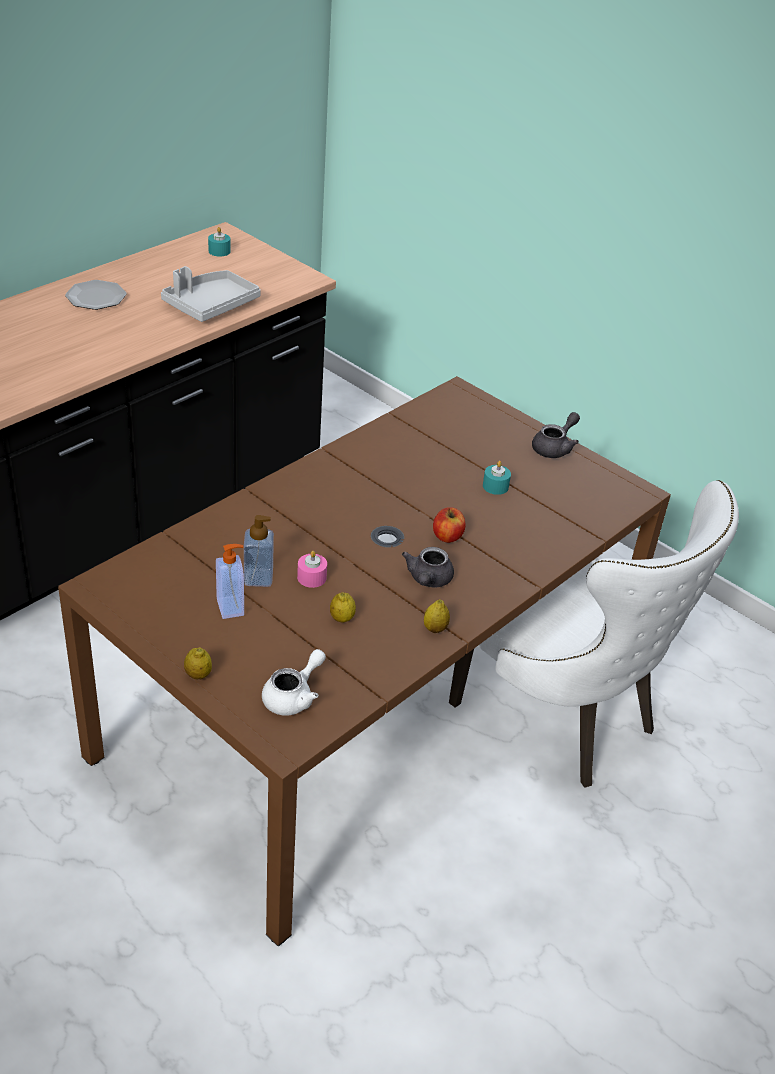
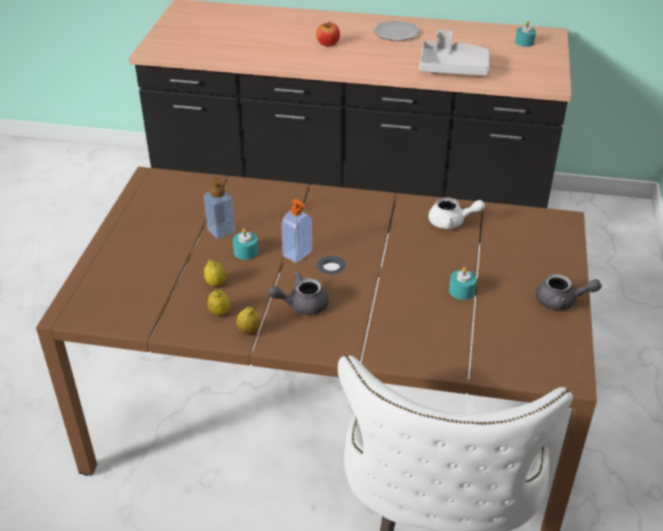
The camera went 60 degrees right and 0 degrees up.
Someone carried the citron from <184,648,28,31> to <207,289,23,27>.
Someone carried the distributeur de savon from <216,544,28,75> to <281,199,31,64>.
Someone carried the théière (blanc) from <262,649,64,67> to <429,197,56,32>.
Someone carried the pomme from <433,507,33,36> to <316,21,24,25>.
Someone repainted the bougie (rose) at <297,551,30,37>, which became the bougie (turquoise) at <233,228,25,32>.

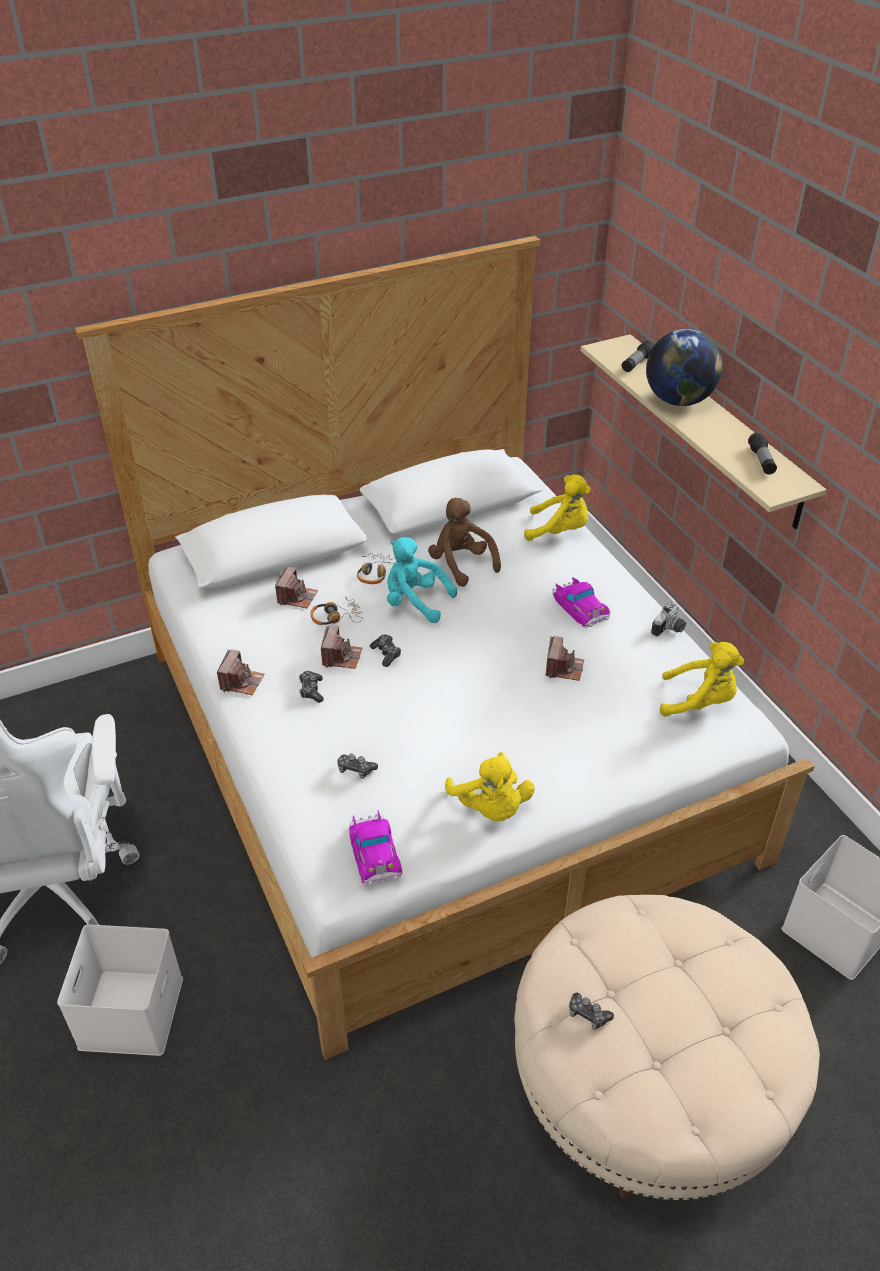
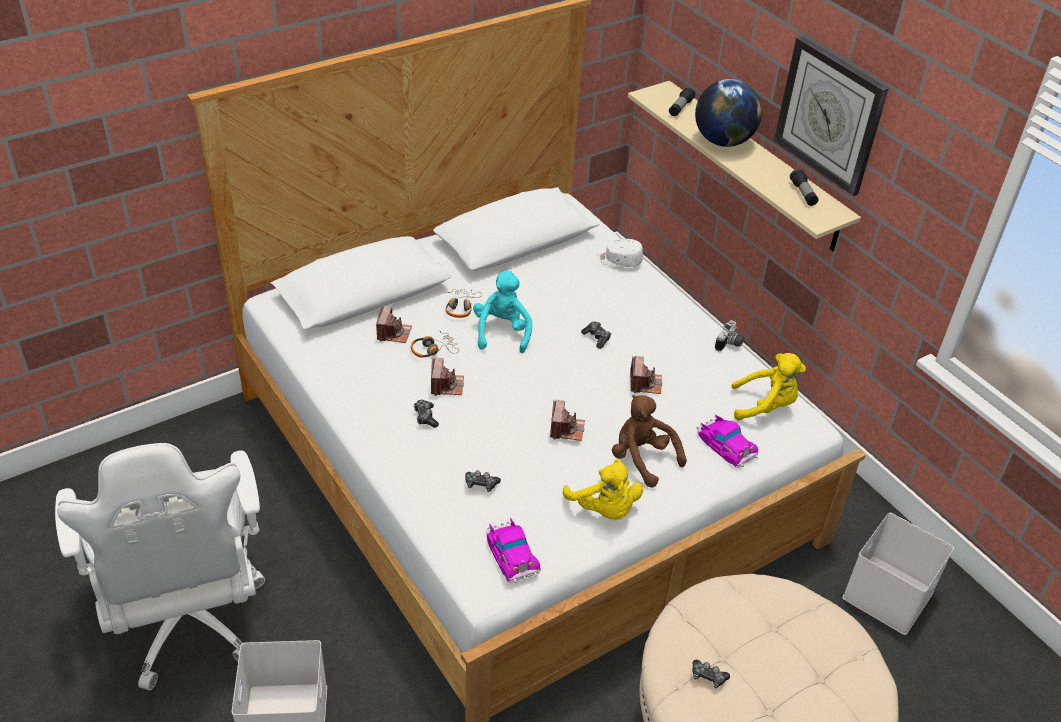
The camera went 10 degrees left and 0 degrees up.
Someone put up the horloge murale at <774,36,114,160>.
Someone carried the appareil photo from <217,649,47,46> to <550,400,35,41>.
Someone carried the manette from <370,635,31,32> to <581,322,30,27>.
Someone carried the peluche (marron) from <428,498,73,89> to <612,395,75,93>.
Someone carried the petite voiture from <552,577,58,51> to <697,415,61,53>.
Someone swapped the peluche (jaune) at <524,474,67,67> for the casquette (blanc) at <597,239,46,28>.
Someone rotated the peluche (turquoise) at <387,537,70,86> by 75 degrees clockwise.

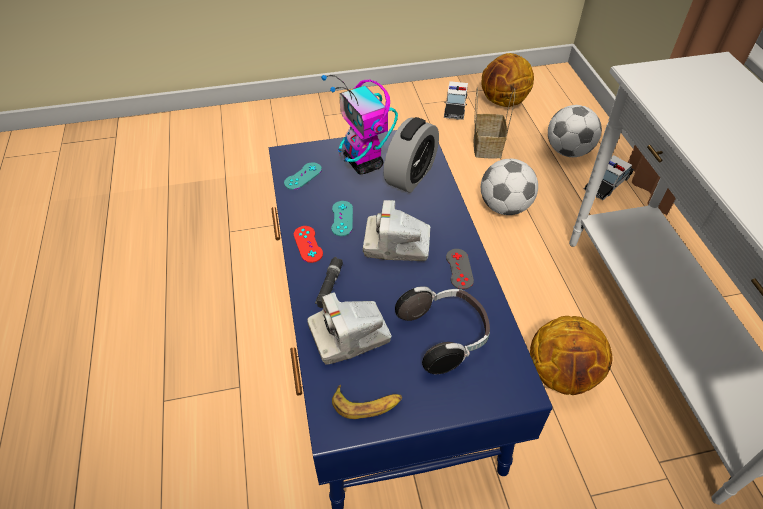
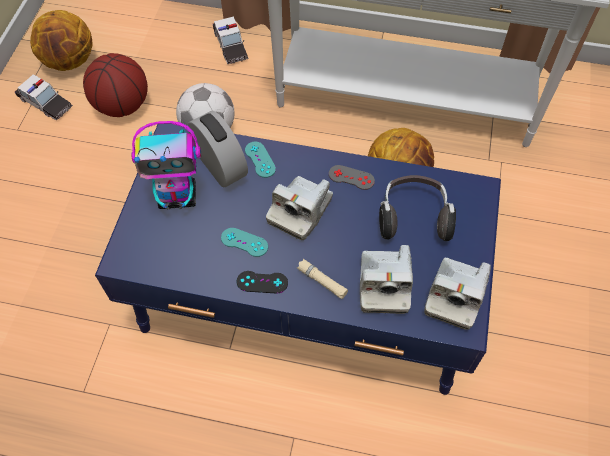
The camera went 65 degrees left and 10 degrees up.
Someone took away the ballon de foot at <548,105,54,52>.
Someone carried the manette (turquoise) from <284,162,38,28> to <245,142,31,36>.
Someone swapped the banane at <332,385,70,34> for the appareil photo at <424,258,67,72>.
Someone swapped the panier at <473,87,42,71> for the ballon de basket at <83,53,65,64>.
Someone repainted the manette (rouge) at <294,226,29,37>, which became the manette (noir) at <237,271,51,23>.
Someone repainted the lampe de poche (noir) at <315,257,28,51>, which became the lampe de poche (beige) at <297,259,51,40>.

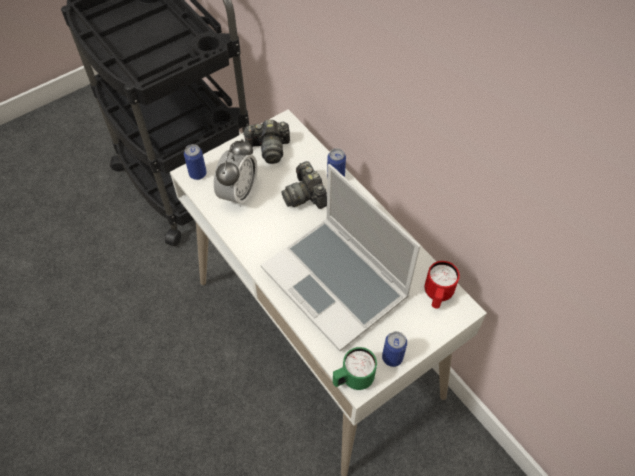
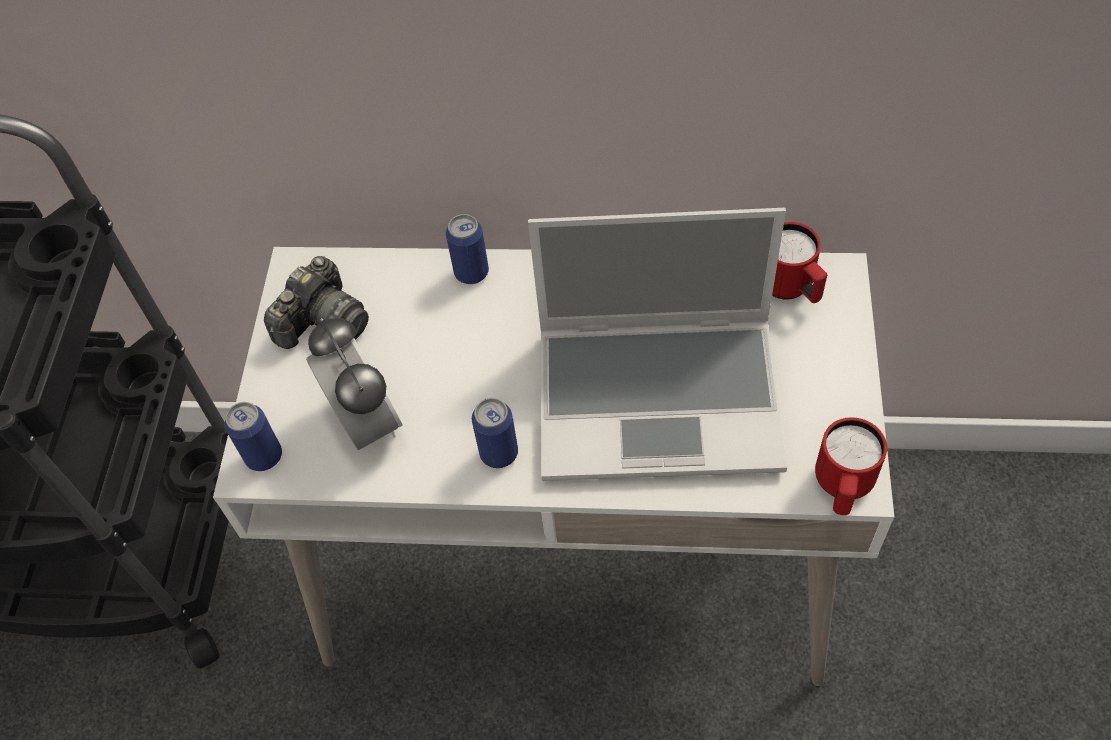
The camera went 45 degrees left and 0 degrees up.
Someone took away the appareil photo at <281,161,46,48>.
Someone carried the boîte métallique from <382,331,25,36> to <472,398,46,70>.
Someone repainted the mug (vert) at <333,347,44,43>, which became the mug (rouge) at <815,417,72,98>.

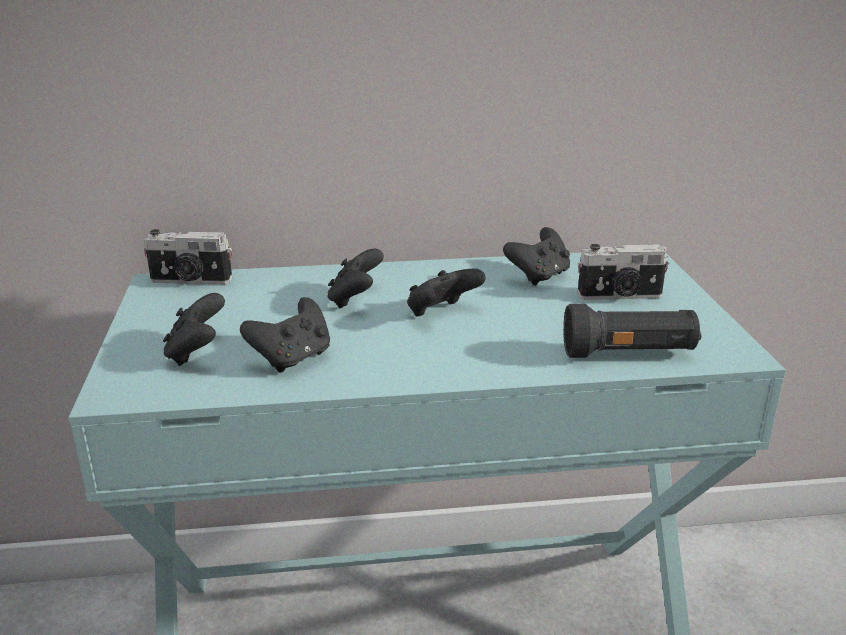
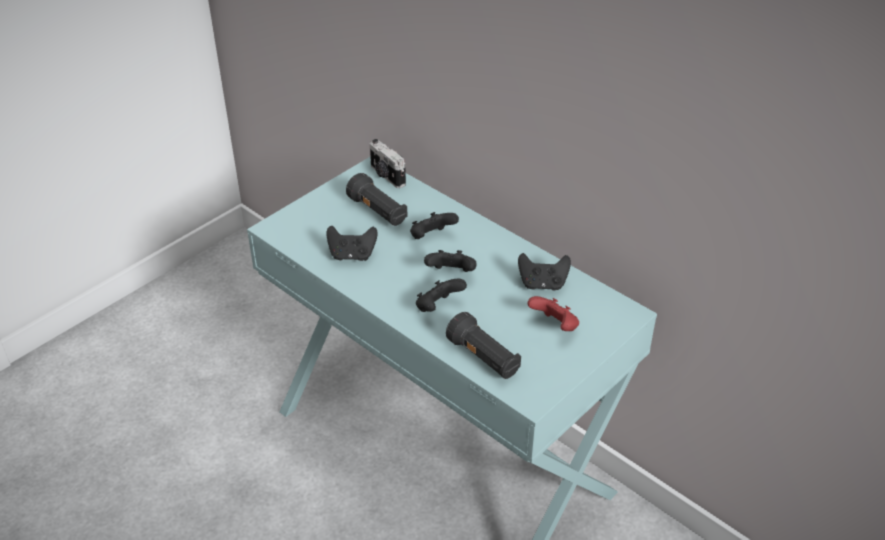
The camera went 50 degrees right and 15 degrees up.
Someone put down the lampe de poche (noir) at <346,173,61,53>.
Someone carried the manette (noir) from <163,293,62,73> to <416,278,51,34>.
Someone swapped the appareil photo at <578,244,91,56> for the manette (rouge) at <527,296,52,35>.

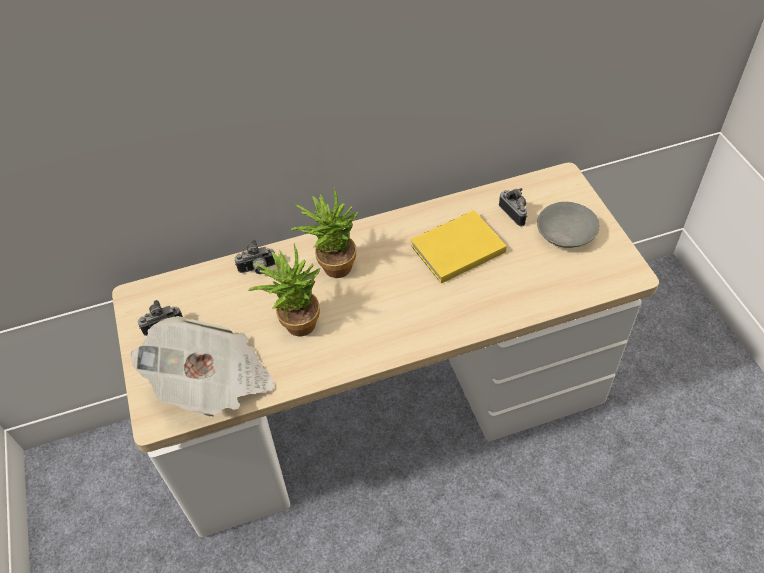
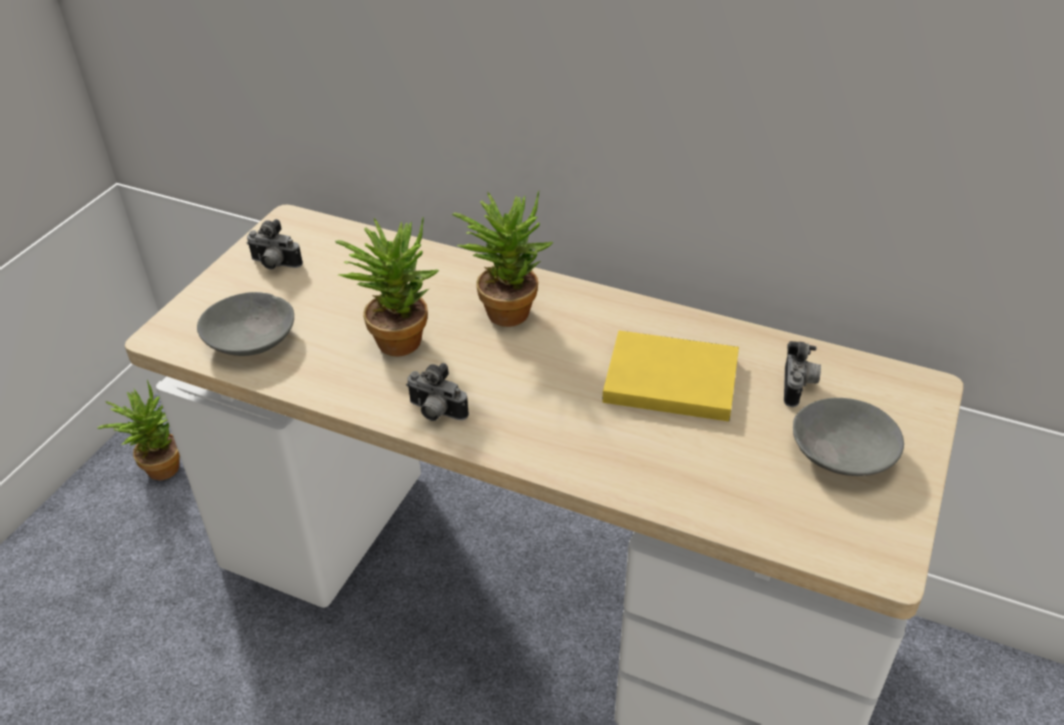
The camera went 40 degrees right and 10 degrees down.
Someone put down the plante en pot at <98,380,82,100>.
Someone carried the appareil photo from <235,240,40,34> to <406,363,63,58>.
Someone swapped the journal at <131,316,144,101> for the bol (gris) at <197,292,97,64>.

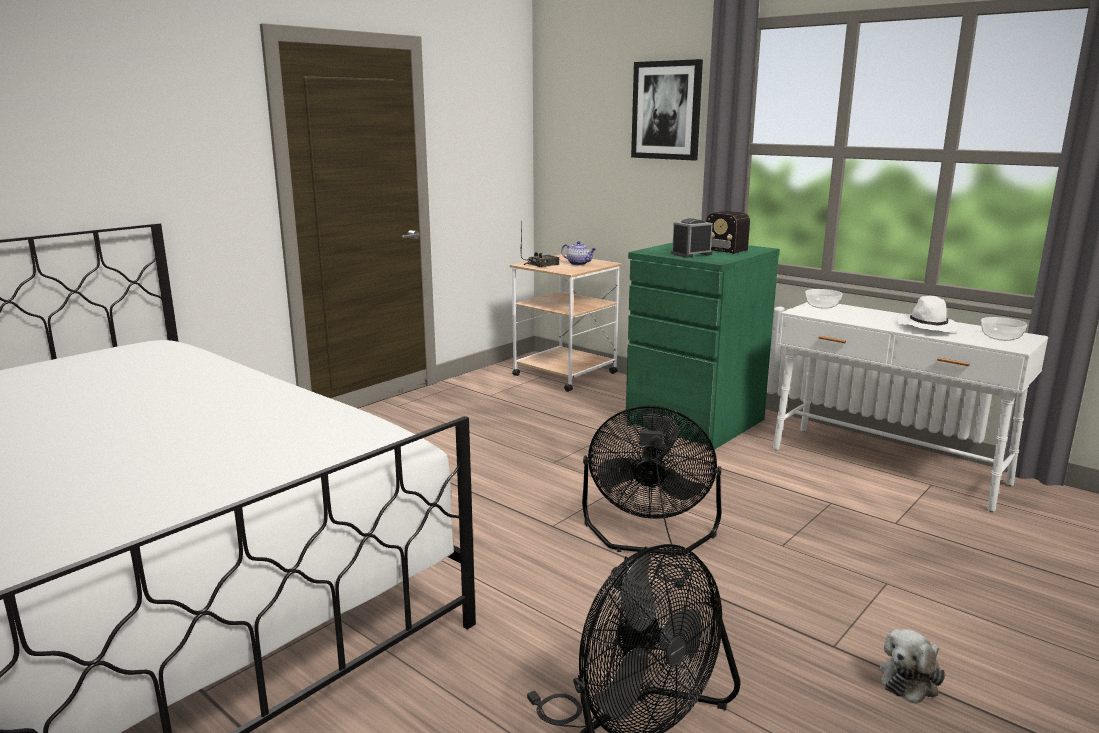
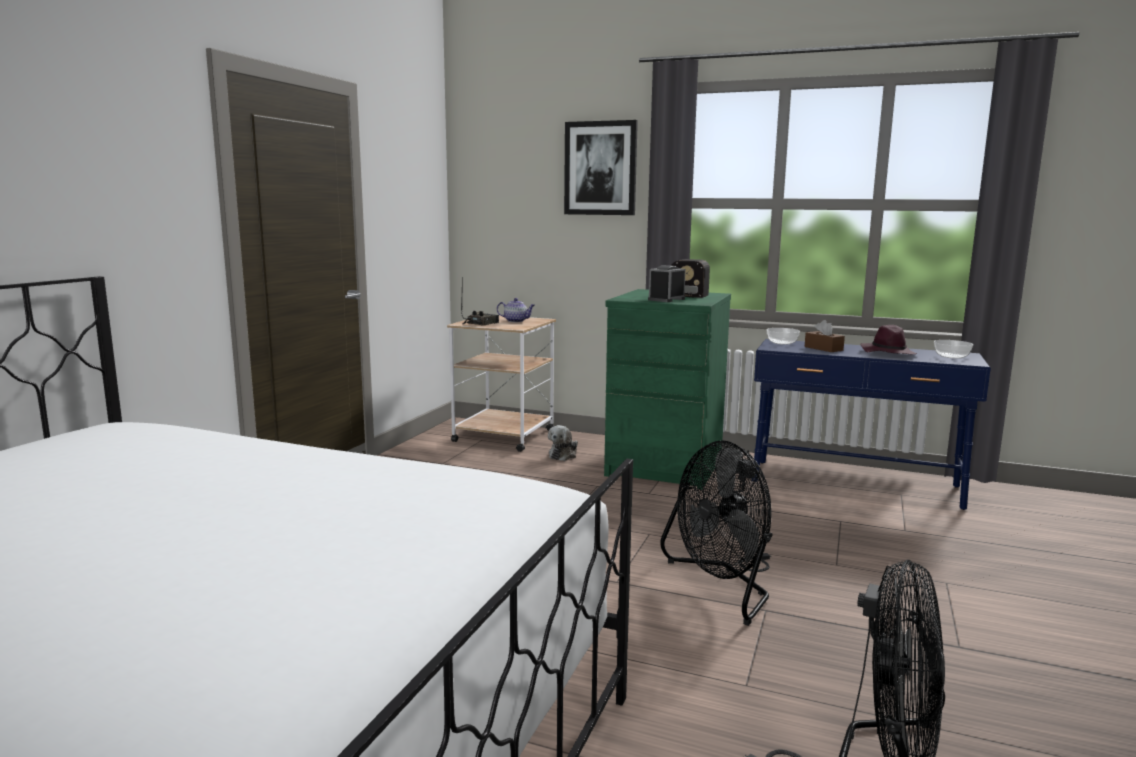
The camera went 20 degrees left and 5 degrees down.
Someone put down the boîte à mouchoirs (marron) at <805,320,40,32>.
Someone carried the peluche from <880,629,65,75> to <548,425,30,36>.
Someone repainted the table console (blanc) at <773,302,275,210>, which became the table console (bleu) at <752,339,239,171>.
Someone repainted the chapeau (blanc) at <897,296,61,36>, which became the chapeau (violet) at <860,325,57,29>.
Someone rotated the ventilateur (noir) at <582,406,139,183> by 105 degrees counterclockwise.

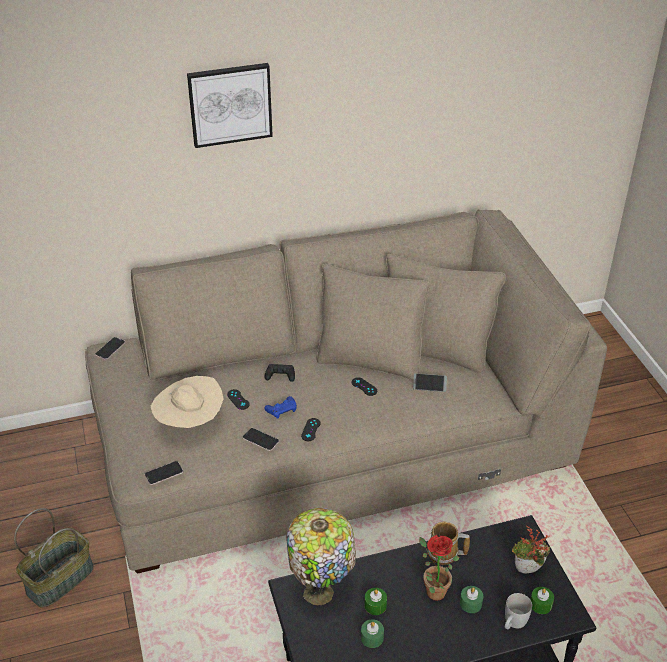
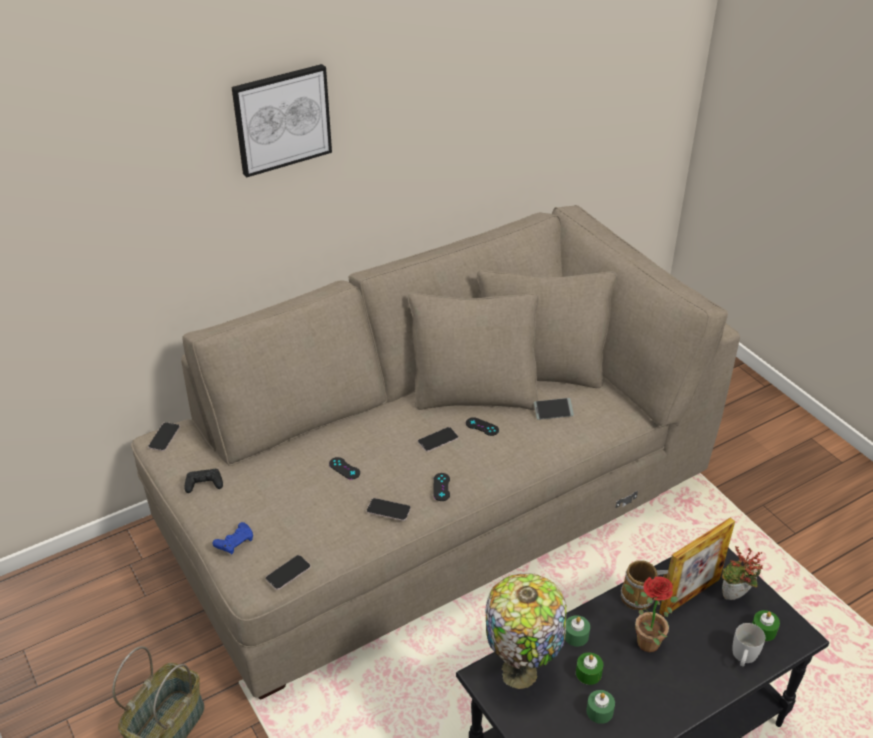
The camera went 15 degrees left and 0 degrees up.
Someone took away the chapeau (beige) at <151,376,73,52>.
Someone put down the téléphone at <418,427,40,25>.
Someone put down the cadre photo at <659,518,76,99>.
Someone carried the manette (bleu) from <264,396,33,23> to <212,522,41,32>.
Someone carried the manette (noir) from <265,364,30,18> to <185,469,38,24>.
Someone carried the bougie (vert) from <460,586,23,27> to <565,615,25,31>.

